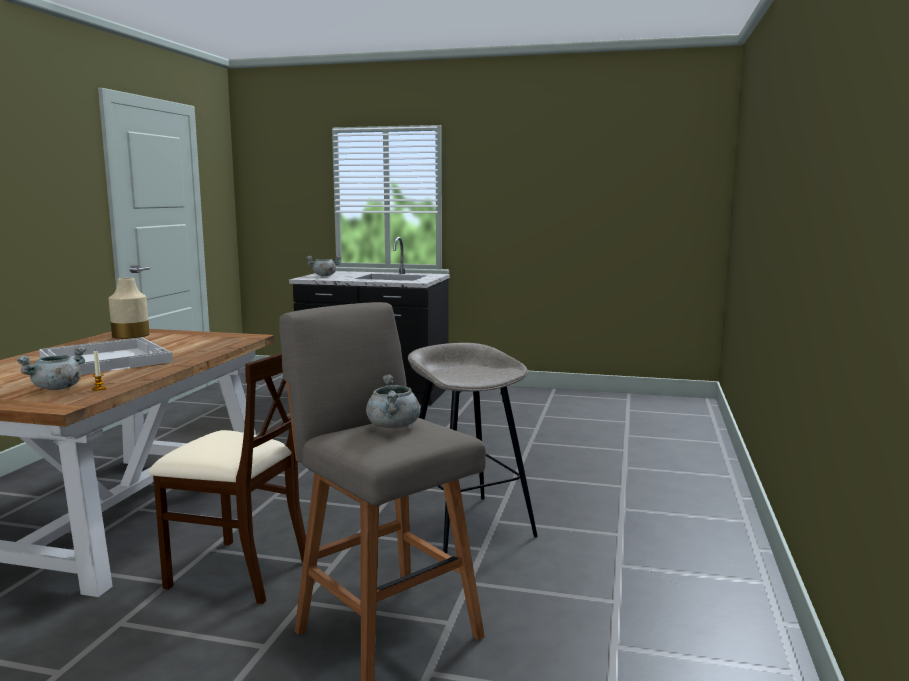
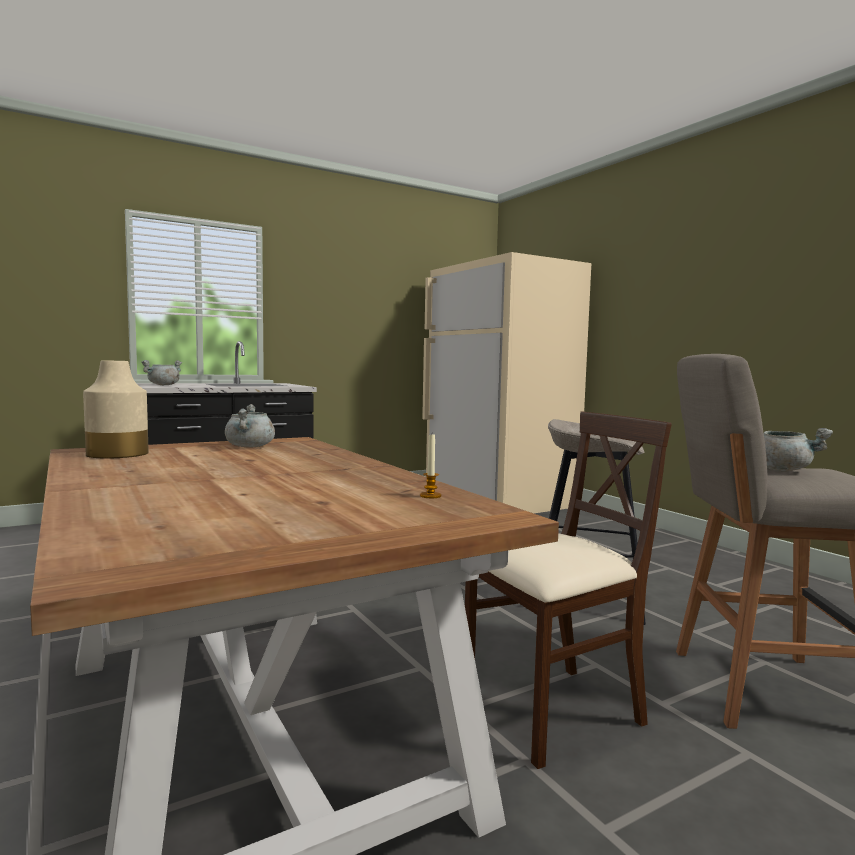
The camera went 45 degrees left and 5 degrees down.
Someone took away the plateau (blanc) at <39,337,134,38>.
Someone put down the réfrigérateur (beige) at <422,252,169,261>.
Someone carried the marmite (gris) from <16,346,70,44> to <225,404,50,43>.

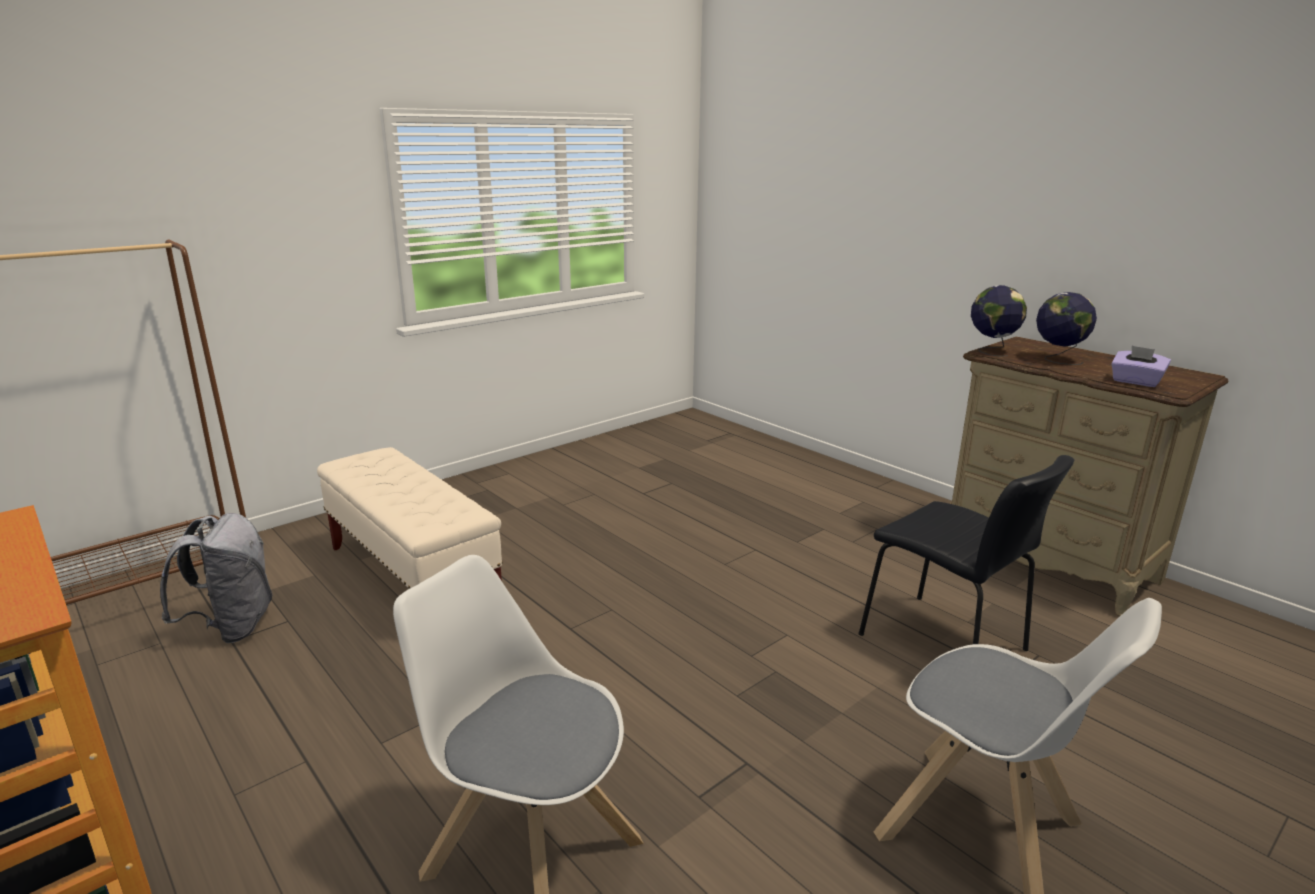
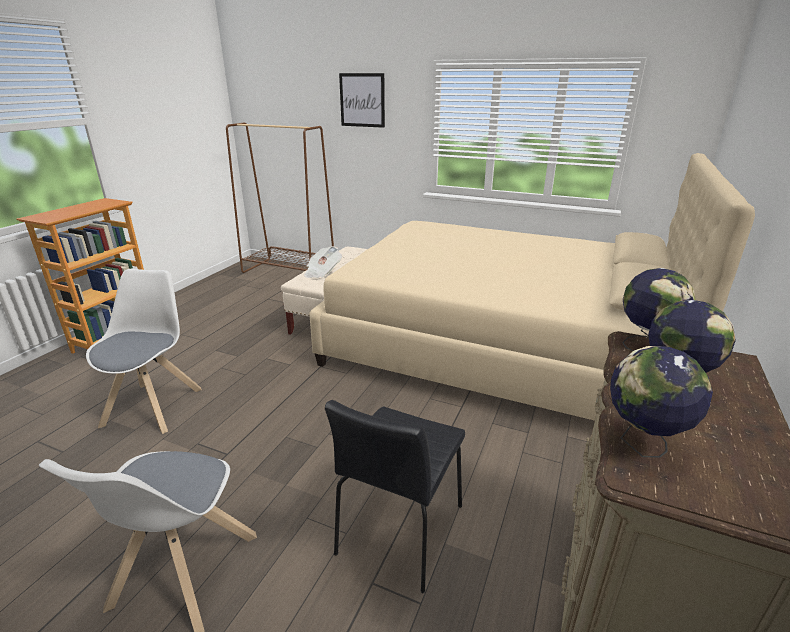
The camera went 65 degrees right and 5 degrees up.
Someone took away the sac à dos (gris) at <160,513,112,130>.
Someone put down the journal at <303,246,39,32>.
Someone put down the lit (beige) at <309,153,446,268>.
Someone put up the tableau at <339,73,46,55>.
Someone swapped the boîte à mouchoirs (violet) at <1111,346,60,41> for the globe at <610,346,103,112>.

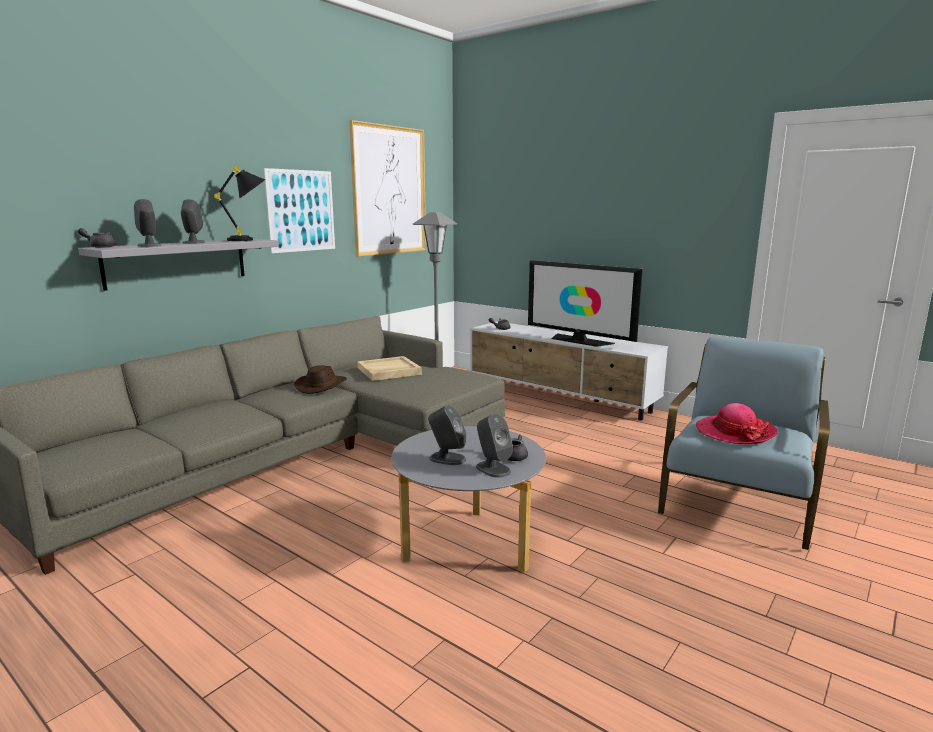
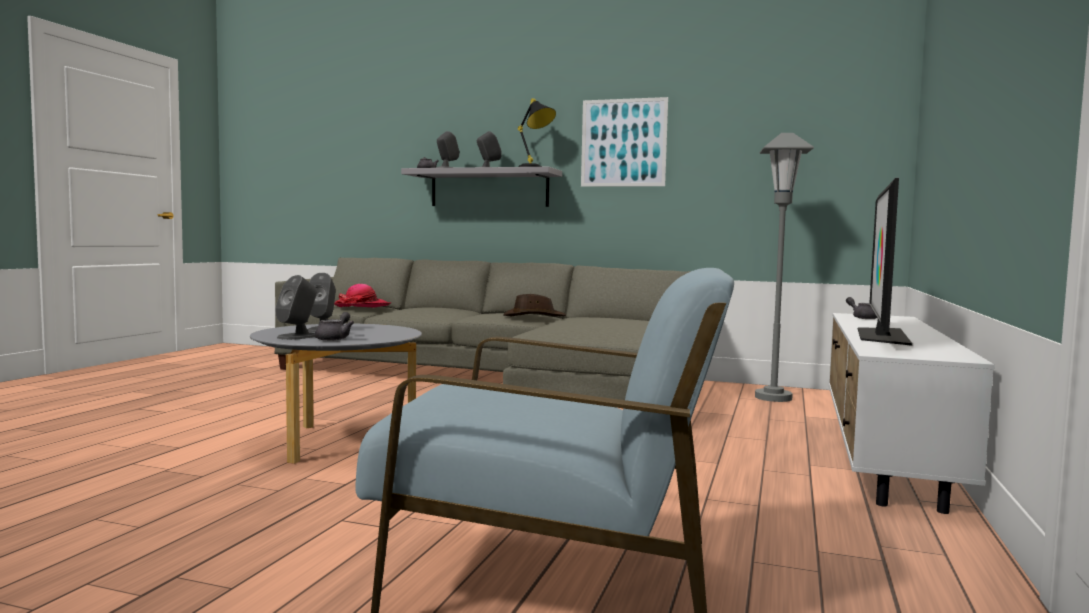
The camera went 70 degrees right and 10 degrees down.
Someone took away the tableau at <349,120,77,136>.
Someone took away the plateau (beige) at <357,356,65,25>.
Someone carried the chapeau from <696,403,82,41> to <334,284,57,24>.

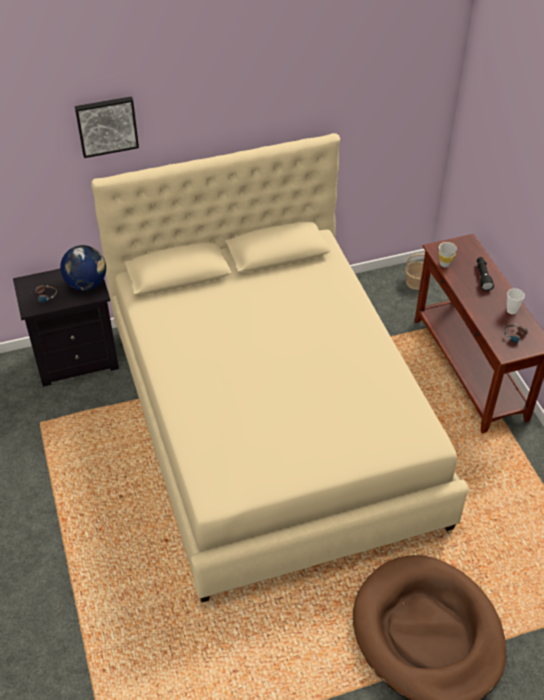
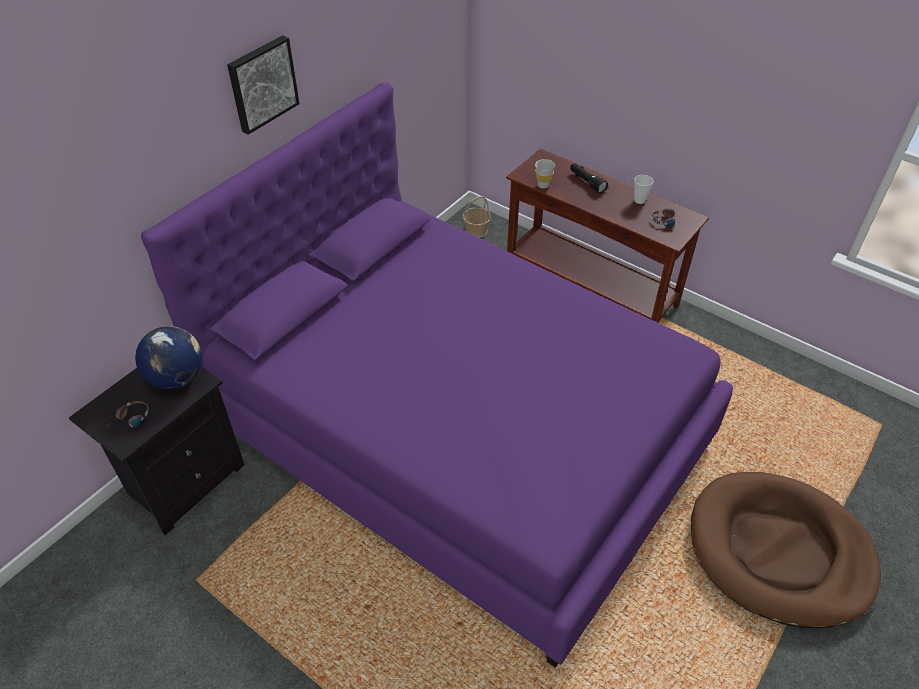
The camera went 35 degrees left and 0 degrees up.
Someone carried the tableau from <75,96,64,62> to <227,35,73,100>.
Someone repainted the lit (beige) at <91,133,377,469>, which became the lit (violet) at <141,82,592,586>.

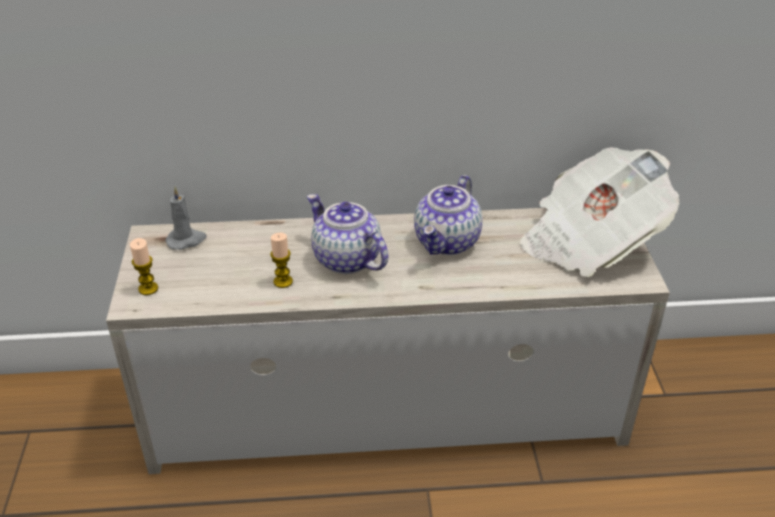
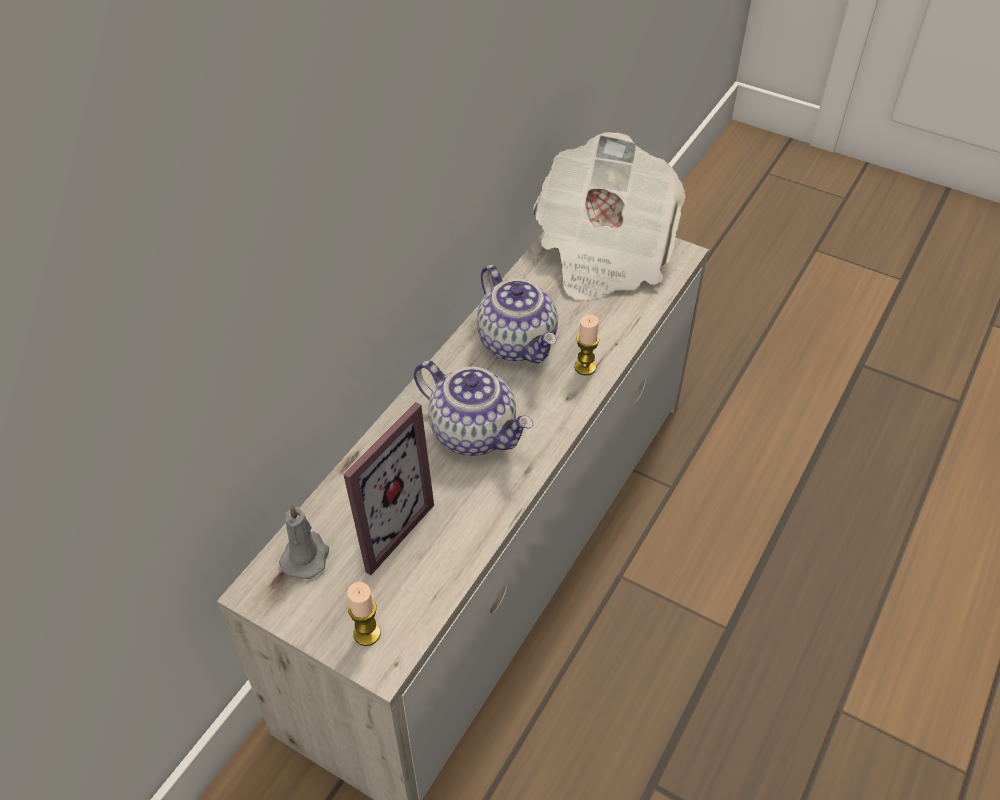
The camera went 55 degrees left and 10 degrees up.
Someone put down the cadre photo at <344,402,90,173>.
Someone carried the bougie from <270,233,23,55> to <574,315,26,60>.
Someone rotated the théière at <307,194,81,80> by 135 degrees counterclockwise.

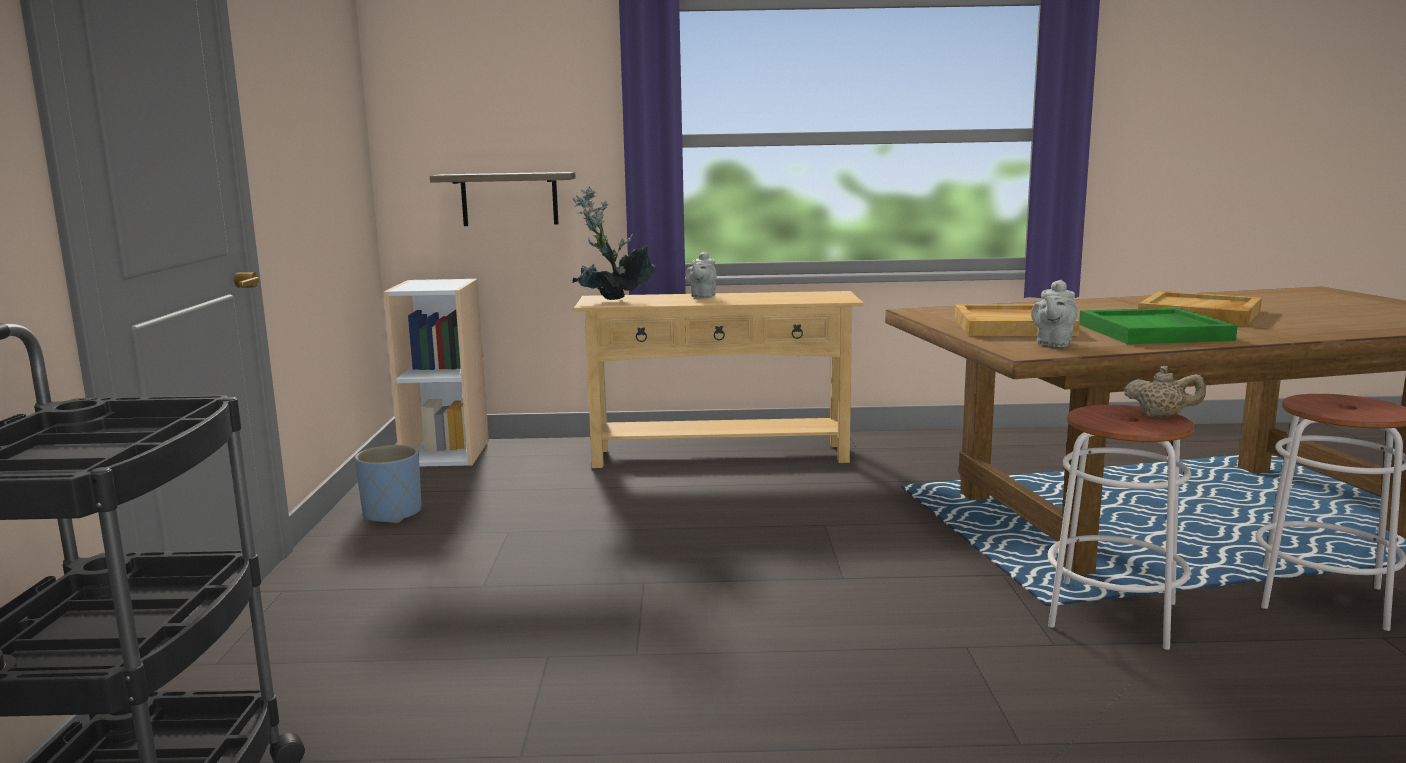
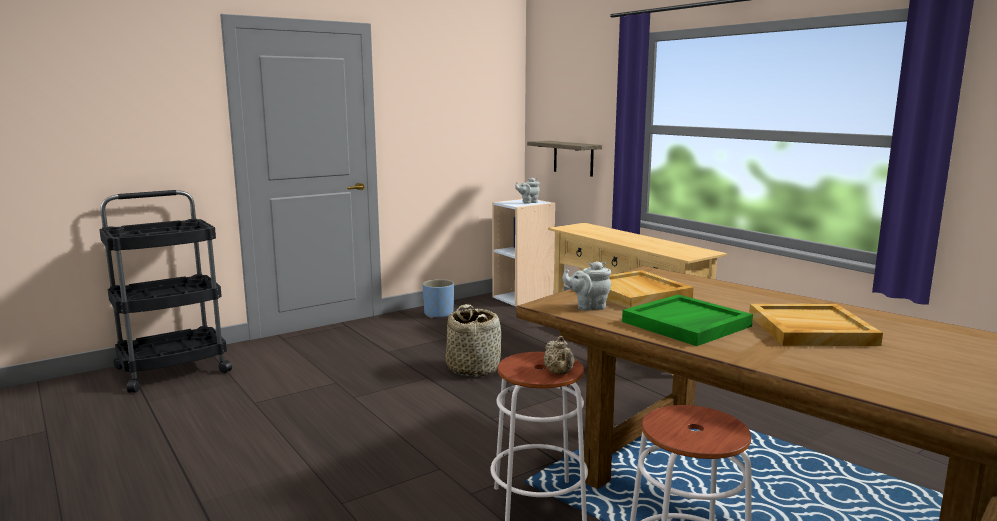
The camera went 55 degrees right and 0 degrees up.
Someone took away the plante en pot at <572,187,84,113>.
Someone put down the panier at <446,304,55,73>.
Someone carried the théière (gris) from <686,252,31,46> to <515,178,25,25>.

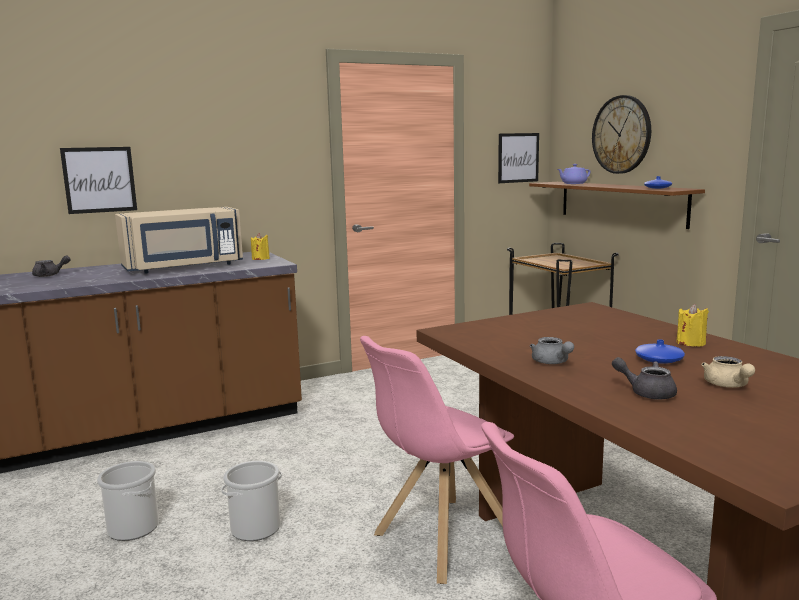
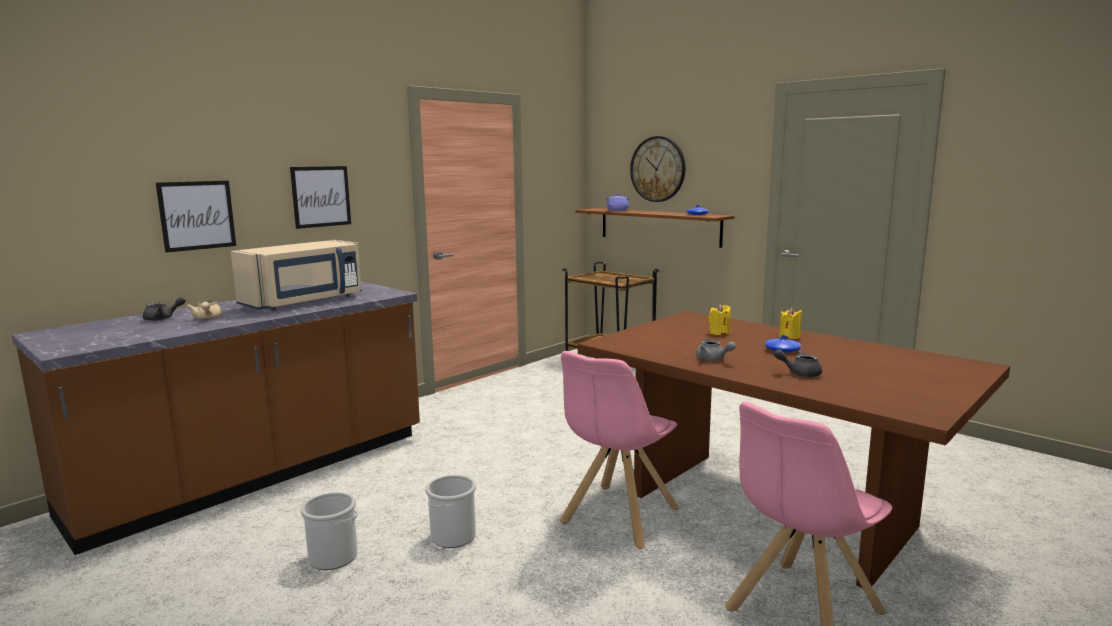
The camera went 20 degrees left and 0 degrees up.
Someone carried the bougie (jaune) from <251,233,19,27> to <709,304,22,31>.
Someone carried the tableau from <498,133,41,50> to <290,166,61,63>.
Someone carried the théière (beige) from <701,356,54,32> to <186,301,37,18>.

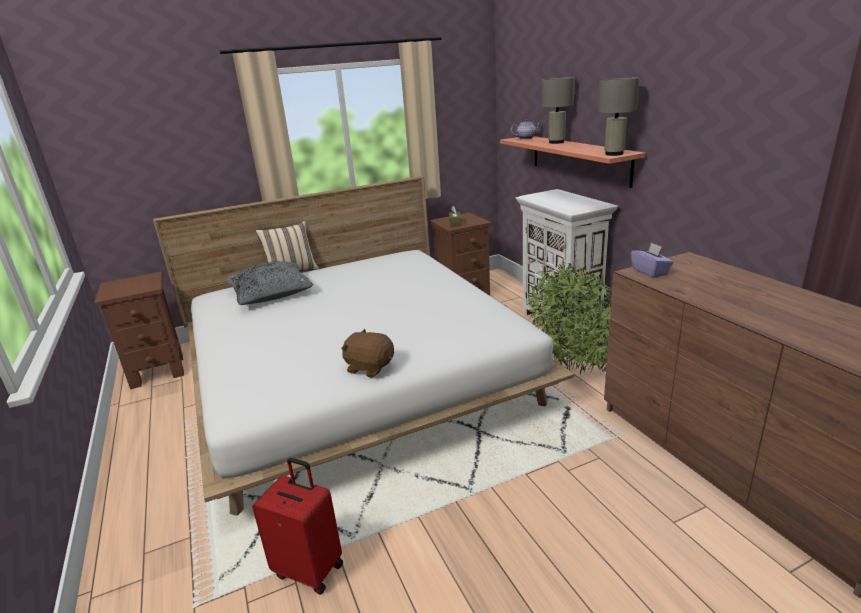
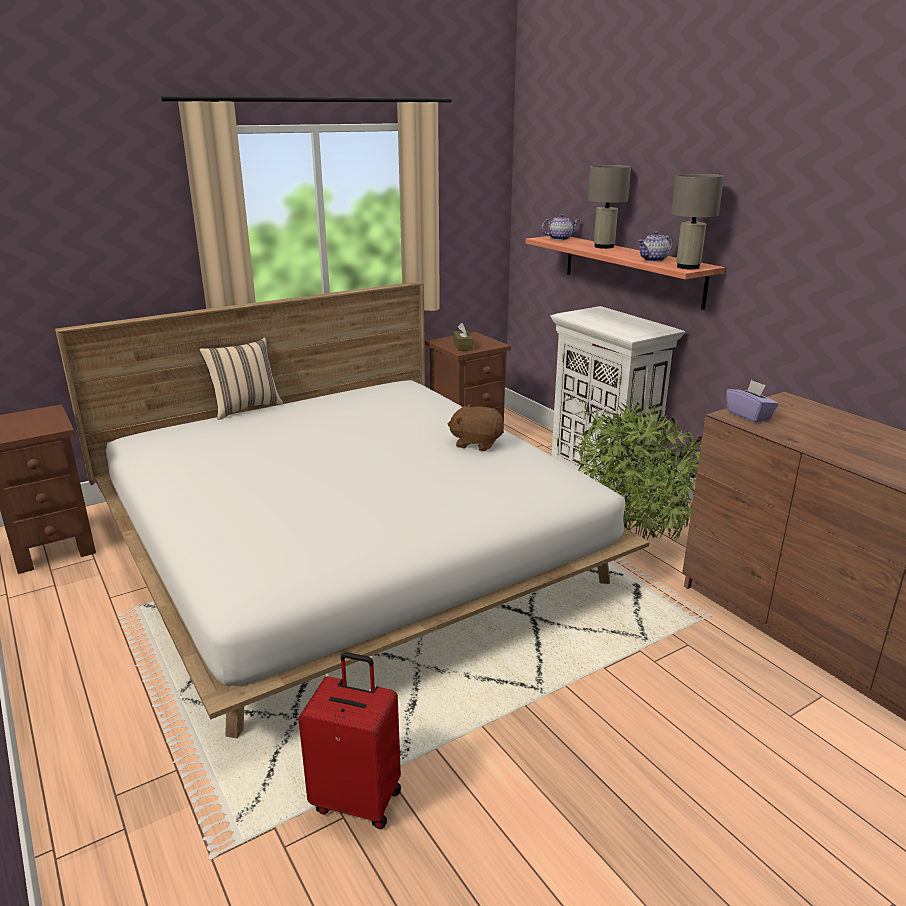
The camera went 10 degrees left and 0 degrees up.
Someone took away the coussin (gris) at <227,261,86,44>.
Someone put down the théière at <638,231,35,31>.
Someone carried the peluche (marron) from <342,329,52,49> to <448,405,56,46>.

